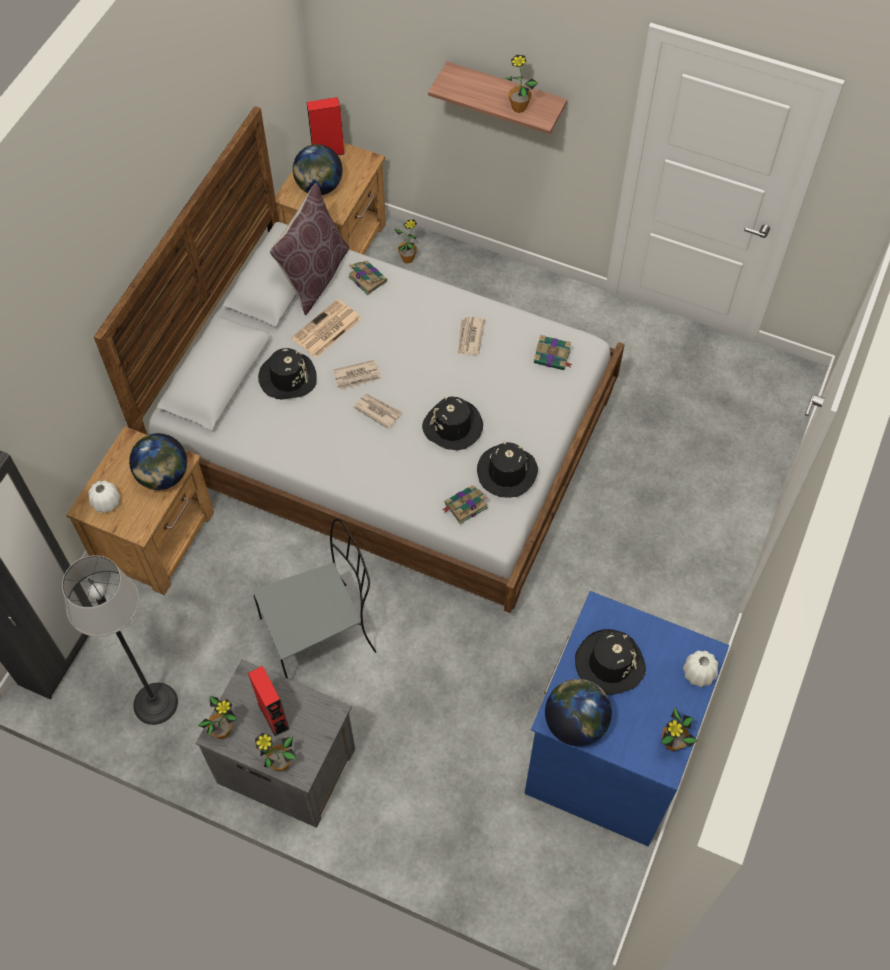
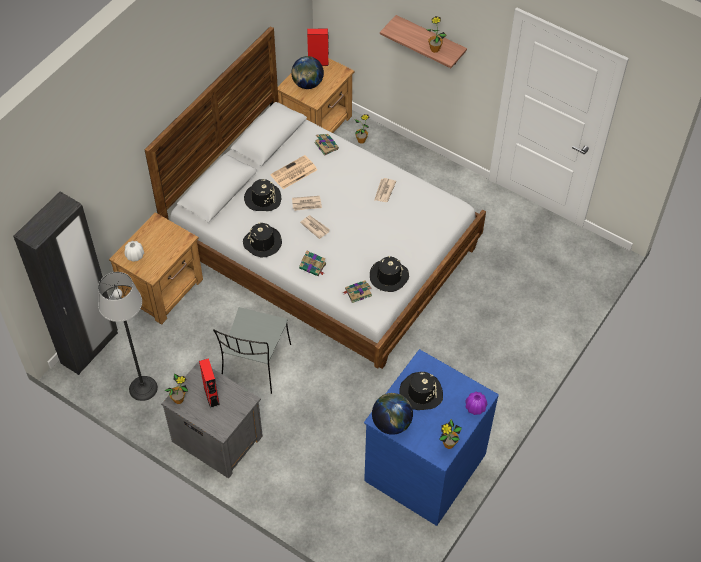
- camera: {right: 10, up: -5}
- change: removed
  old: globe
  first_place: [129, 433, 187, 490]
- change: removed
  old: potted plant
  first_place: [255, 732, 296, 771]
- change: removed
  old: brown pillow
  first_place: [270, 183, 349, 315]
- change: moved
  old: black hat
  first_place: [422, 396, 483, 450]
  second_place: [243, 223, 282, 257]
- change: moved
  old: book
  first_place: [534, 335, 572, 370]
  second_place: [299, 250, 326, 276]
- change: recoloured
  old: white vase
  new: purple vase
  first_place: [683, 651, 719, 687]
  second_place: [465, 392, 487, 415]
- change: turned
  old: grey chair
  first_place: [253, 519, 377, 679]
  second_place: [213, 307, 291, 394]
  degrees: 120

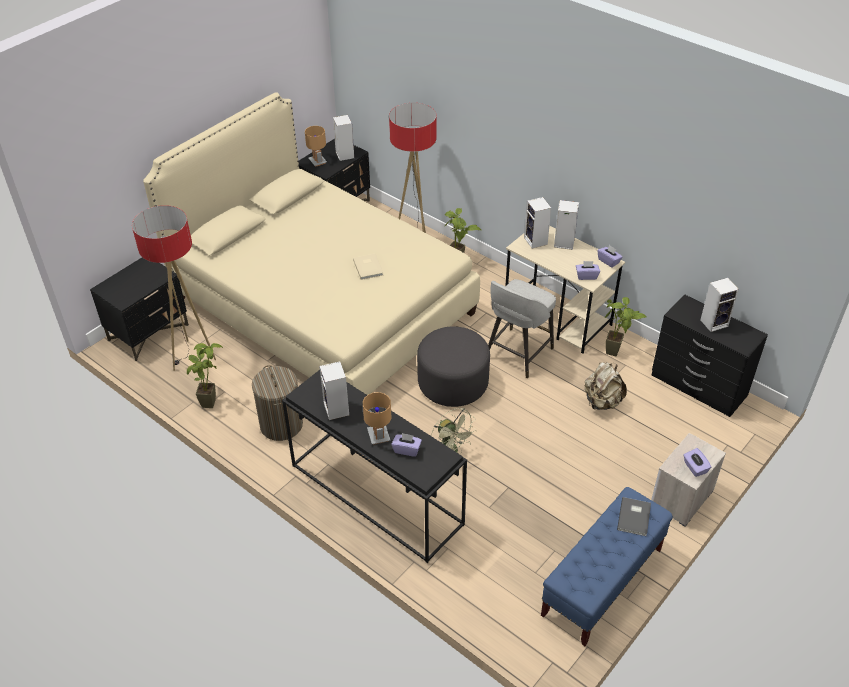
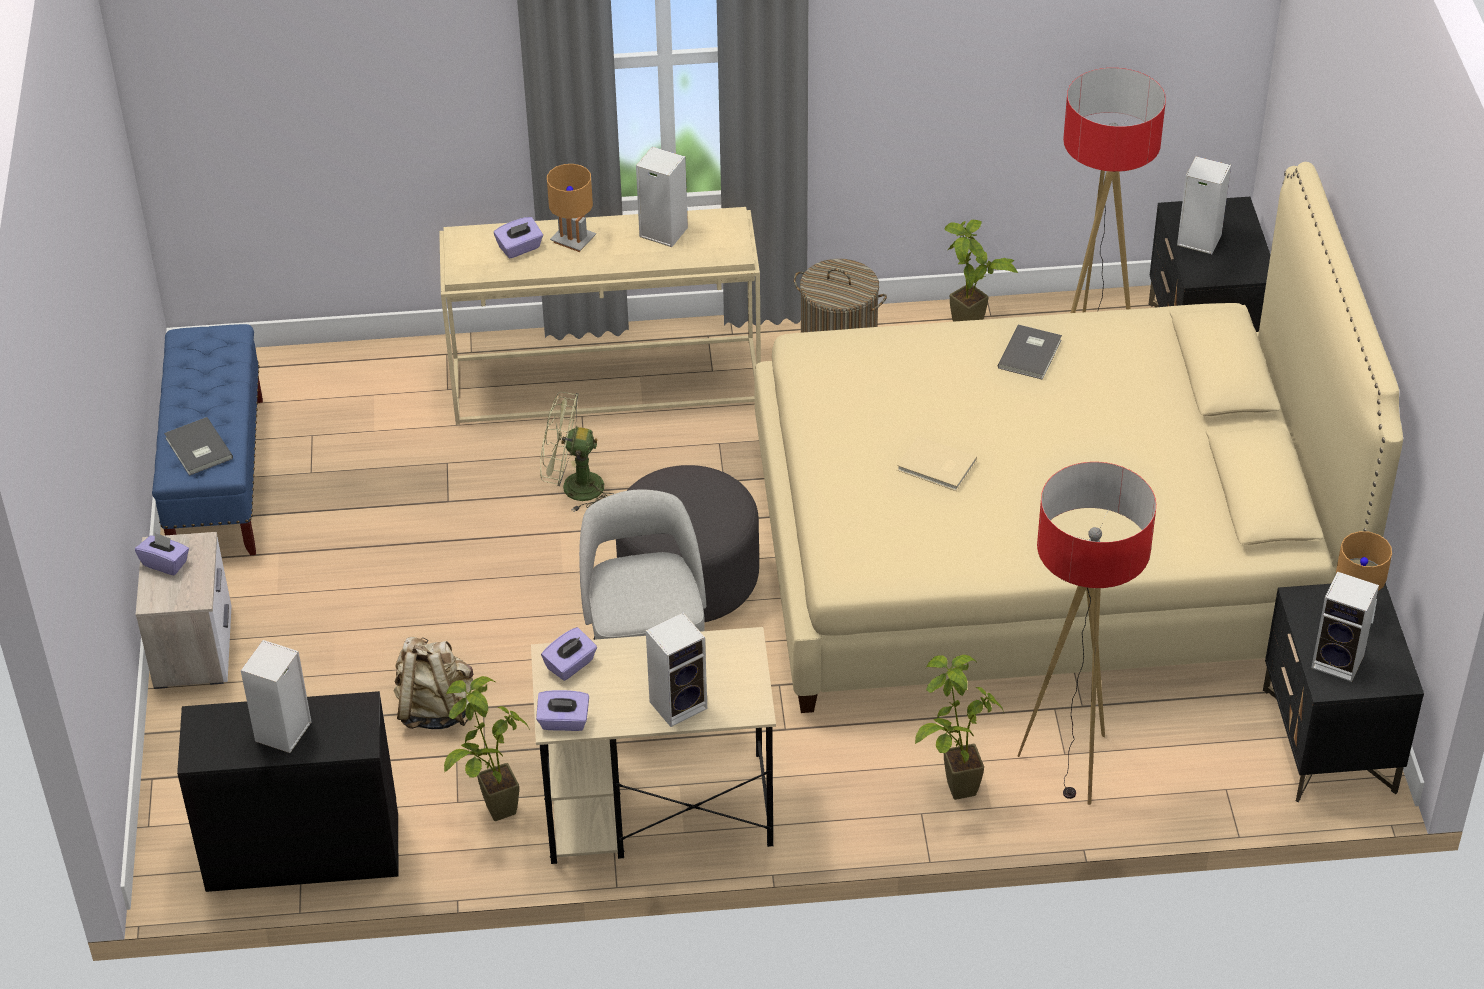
- camera: {right: 135, up: 0}
- change: added
  new: grey book
  second_place: [998, 324, 1062, 380]
- change: moved
  old: speaker
  first_place: [524, 197, 551, 249]
  second_place: [1177, 156, 1231, 254]
- change: recoloured
  old: black console table
  new: beige console table
  first_place: [282, 370, 467, 563]
  second_place: [439, 207, 761, 425]

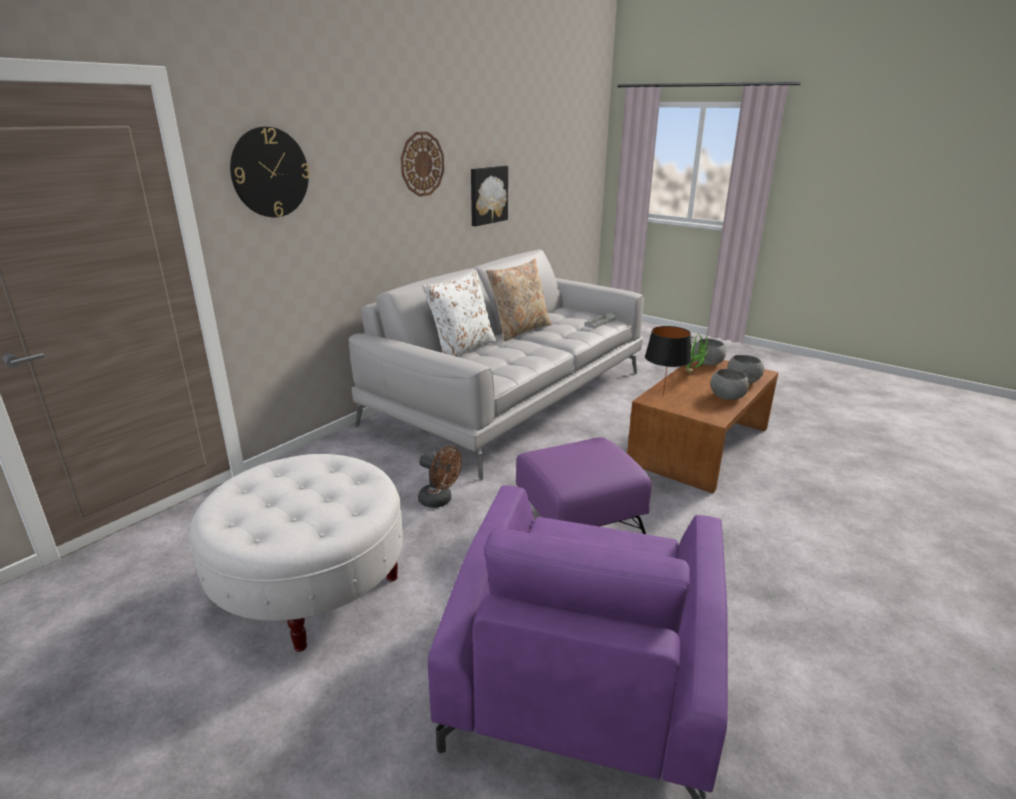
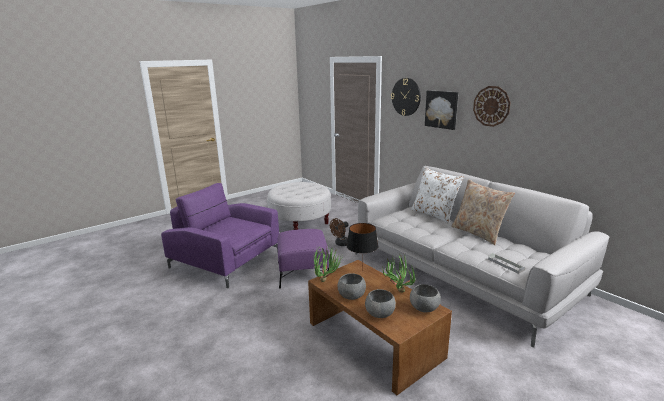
- camera: {right: 105, up: -5}
- change: added
  new: potted plant
  second_place: [313, 247, 343, 282]
- change: moved
  old: picture
  first_place: [471, 166, 508, 226]
  second_place: [425, 90, 458, 130]

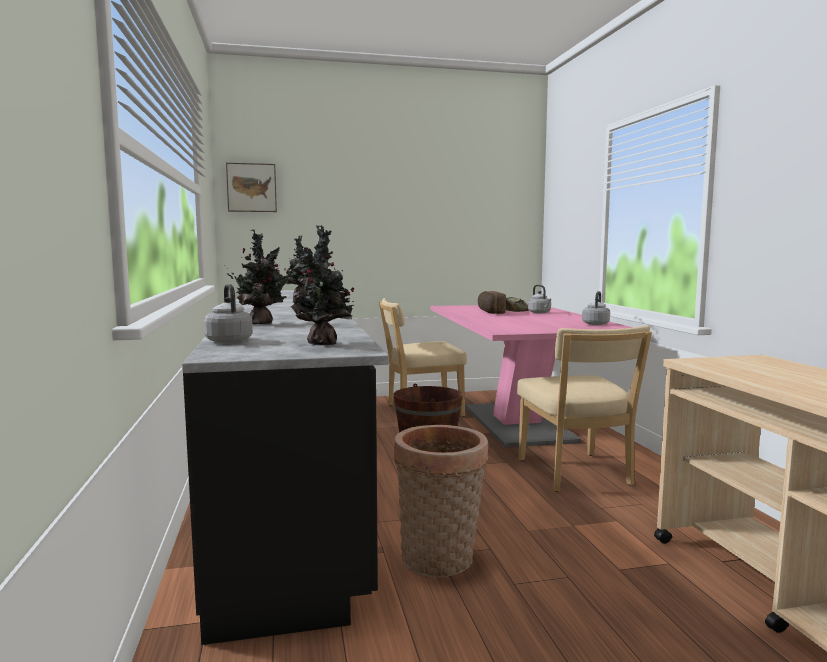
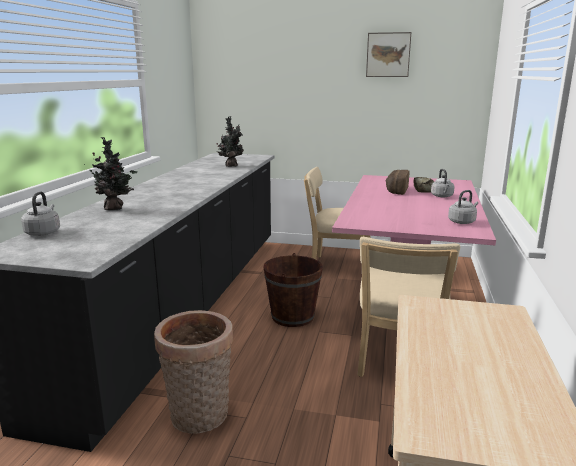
- camera: {right: 25, up: 10}
- change: removed
  old: potted plant
  first_place: [291, 225, 354, 345]
- change: moved
  old: picture
  first_place: [226, 163, 277, 212]
  second_place: [366, 32, 411, 77]

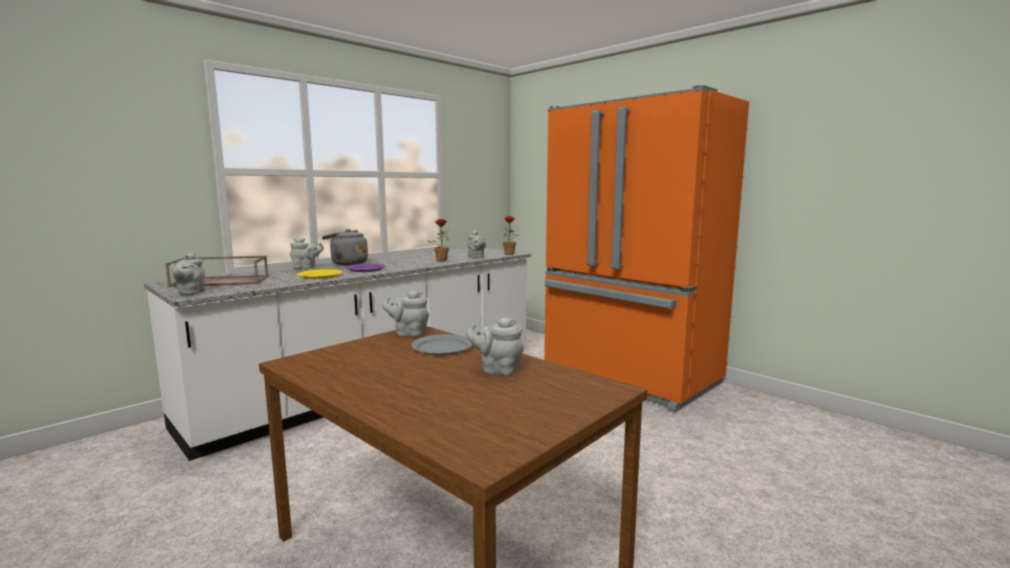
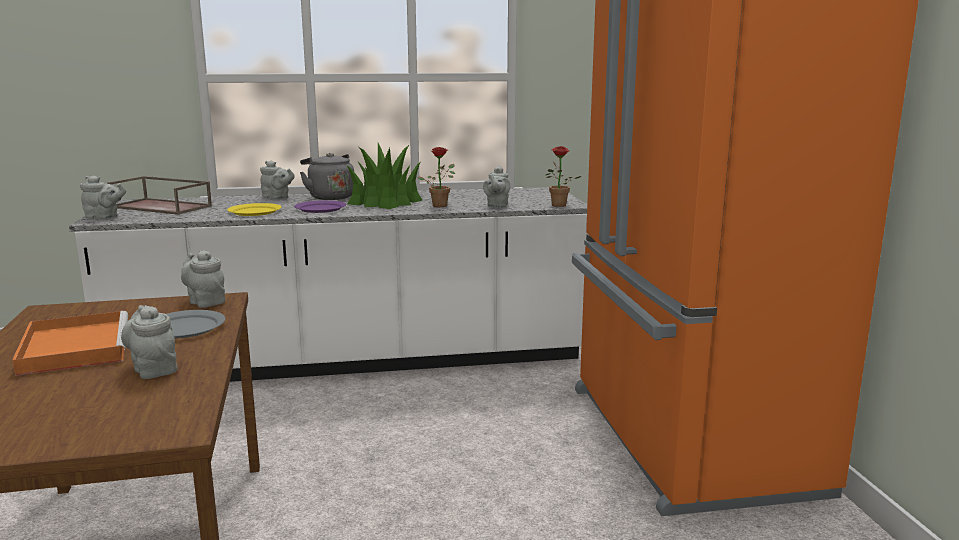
- camera: {right: 35, up: 5}
- change: added
  new: orange tray
  second_place: [12, 311, 128, 376]
- change: added
  new: potted plant
  second_place: [346, 143, 422, 209]
- change: turned
  old: grey teapot
  first_place: [171, 253, 205, 295]
  second_place: [80, 175, 126, 219]
  degrees: -120

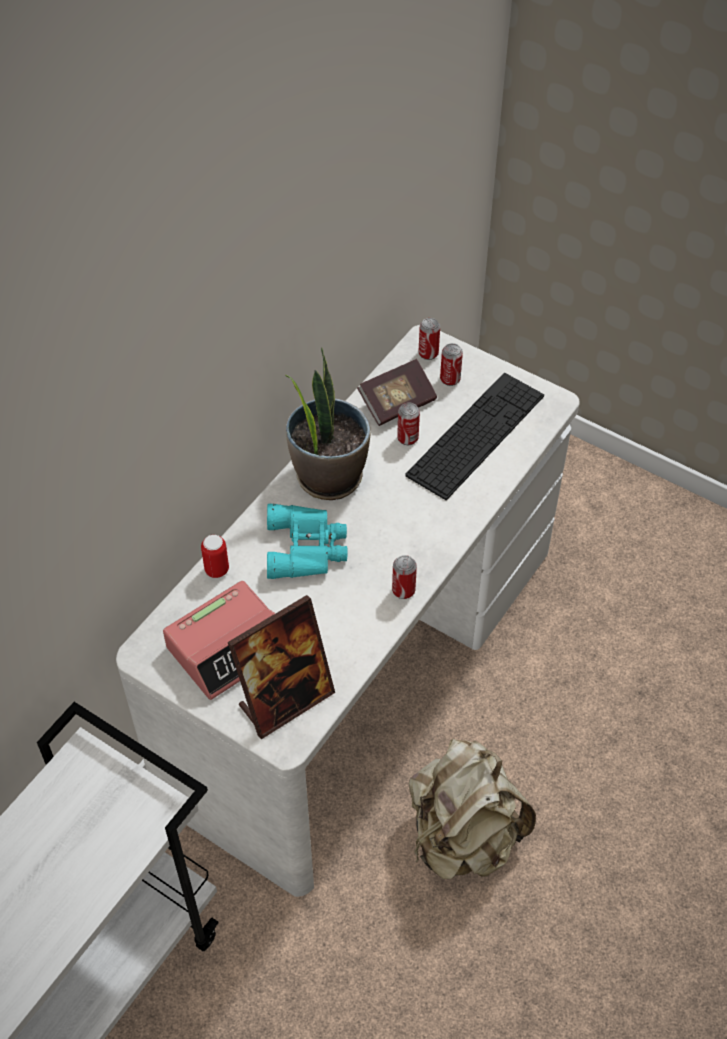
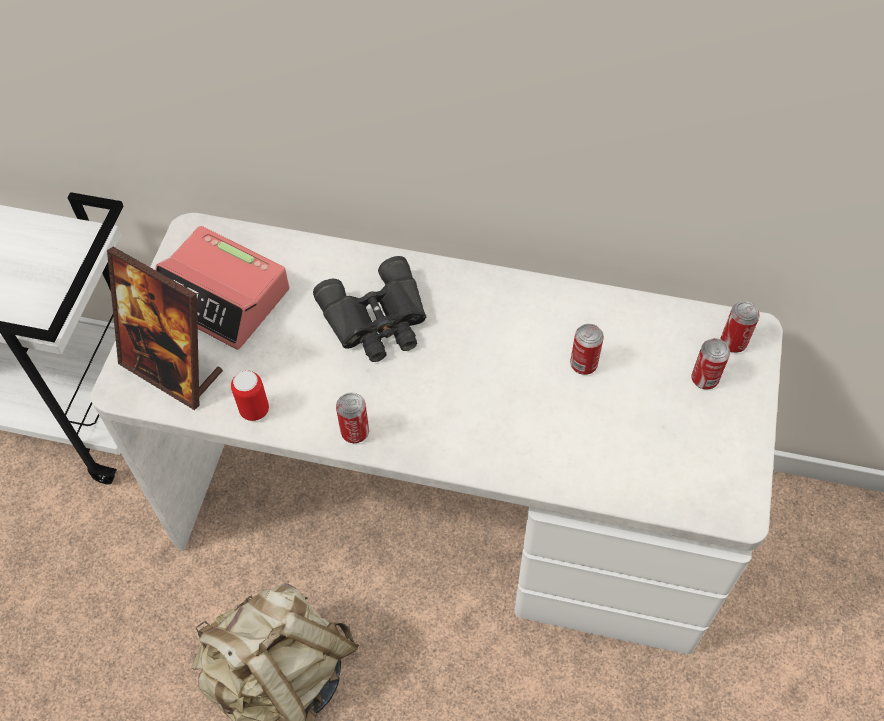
- camera: {right: 70, up: 5}
- change: removed
  old: potted plant
  first_place: [286, 347, 371, 500]
- change: removed
  old: book
  first_place: [357, 359, 437, 426]
- change: removed
  old: keyboard
  first_place: [405, 373, 544, 500]
- change: moved
  old: can
  first_place: [201, 535, 229, 578]
  second_place: [231, 370, 269, 421]
- change: recoloured
  old: turquoise binoculars
  new: black binoculars
  first_place: [267, 504, 348, 579]
  second_place: [313, 256, 426, 362]

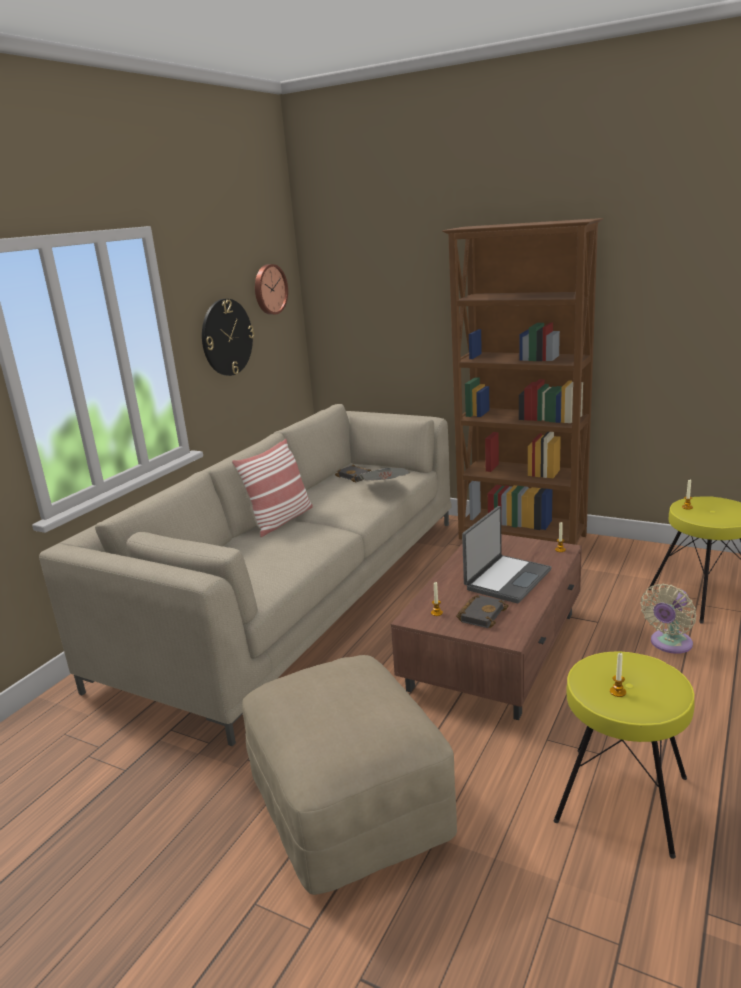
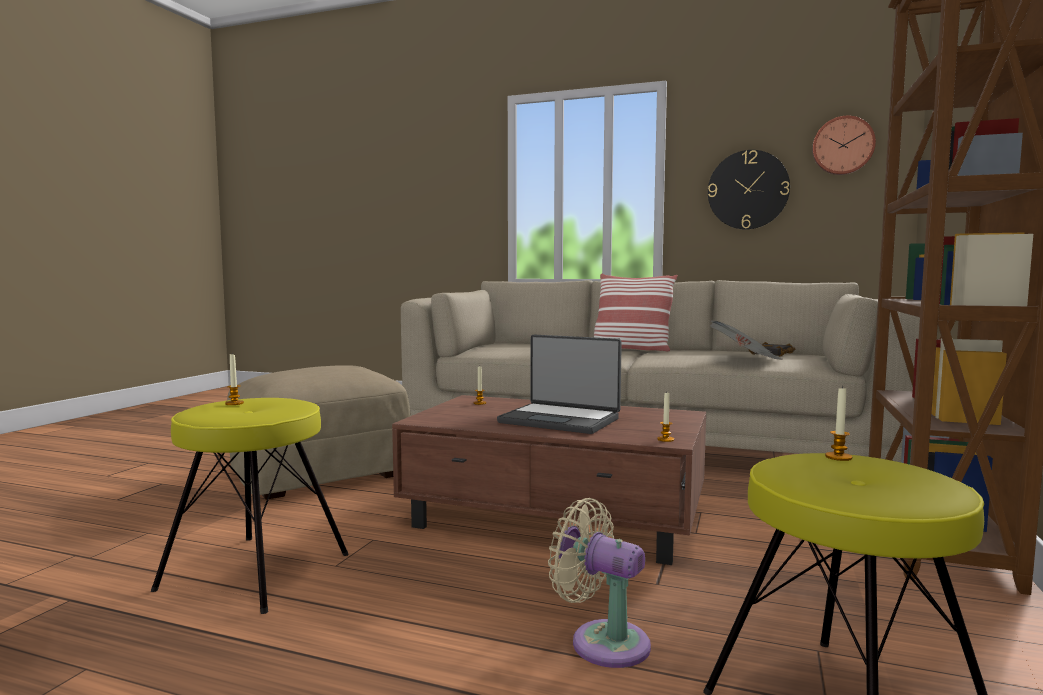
- camera: {right: 80, up: -15}
- change: removed
  old: black book
  first_place: [456, 595, 509, 628]

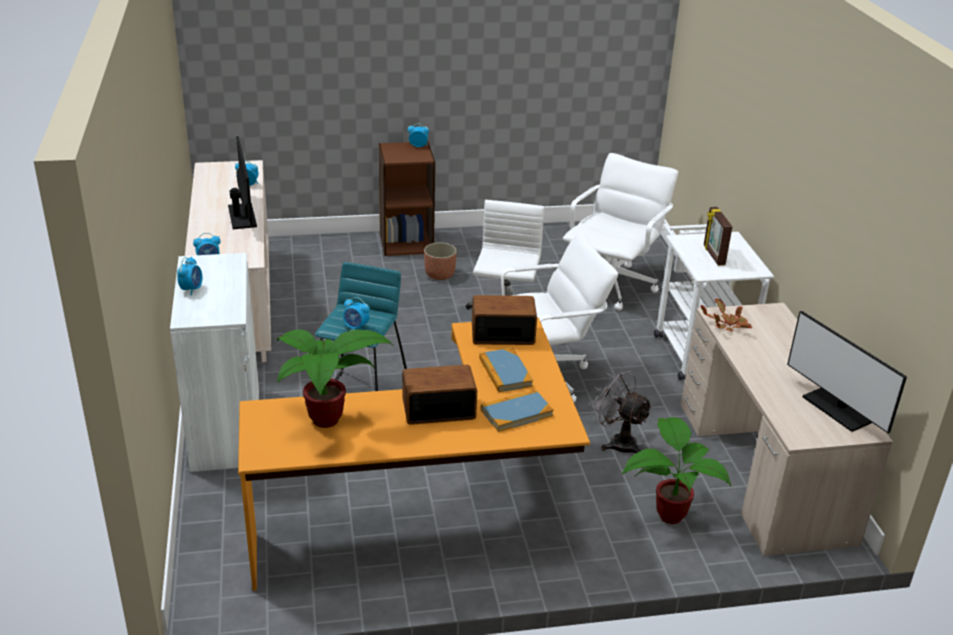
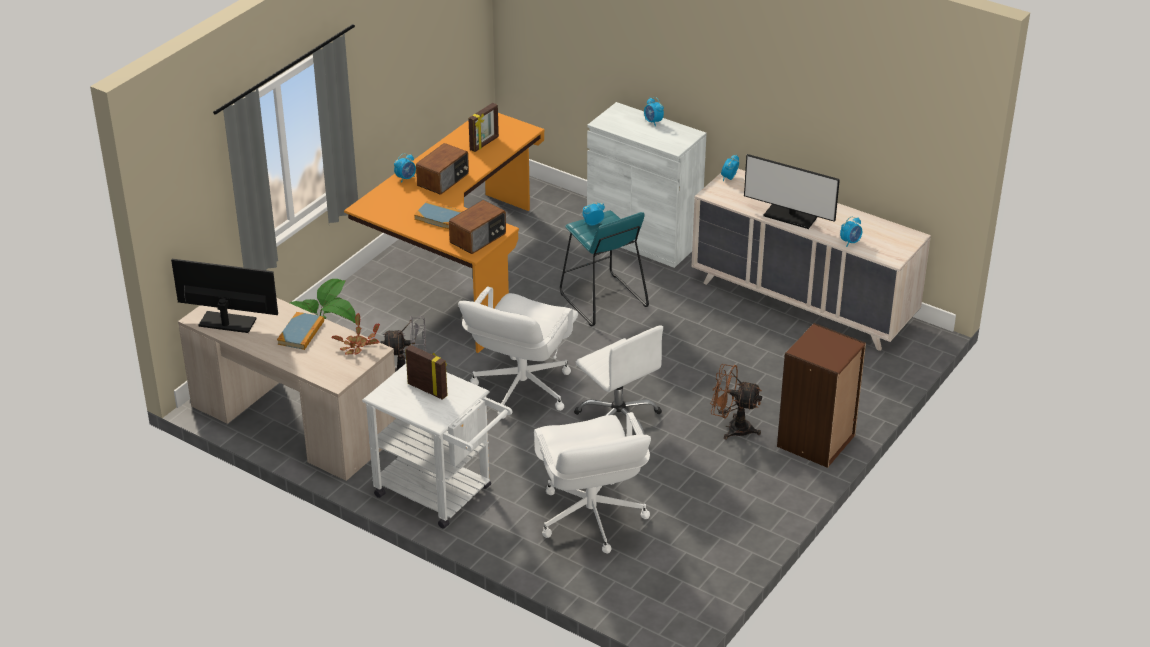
- camera: {right: 135, up: 5}
- change: moved
  old: alarm clock
  first_place: [408, 123, 429, 147]
  second_place: [394, 154, 416, 183]
- change: moved
  old: book
  first_place: [481, 389, 554, 432]
  second_place: [277, 312, 324, 350]
- change: replaced
  old: potted plant
  new: picture frame
  first_place: [277, 329, 393, 428]
  second_place: [468, 103, 499, 152]
- change: replaced
  old: planter
  new: brown fan
  first_place: [424, 242, 457, 280]
  second_place: [710, 364, 762, 440]

